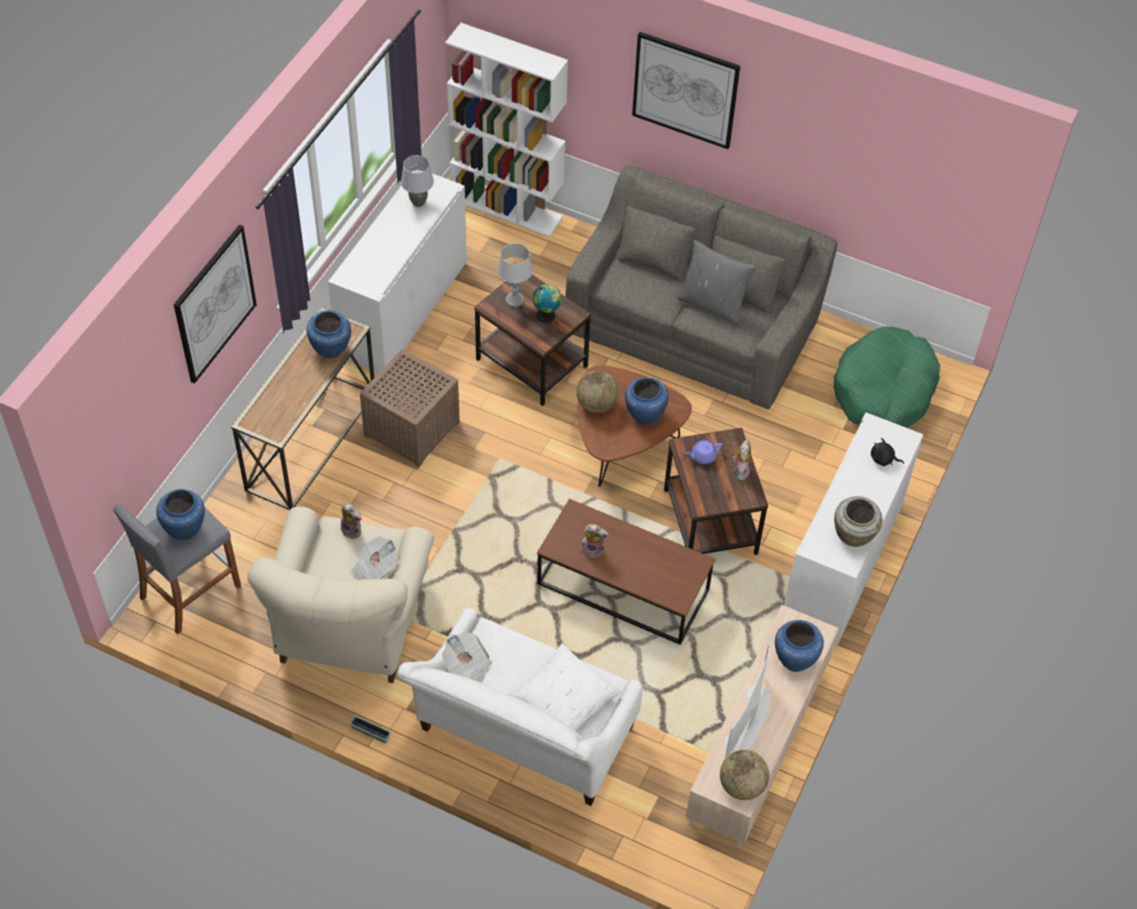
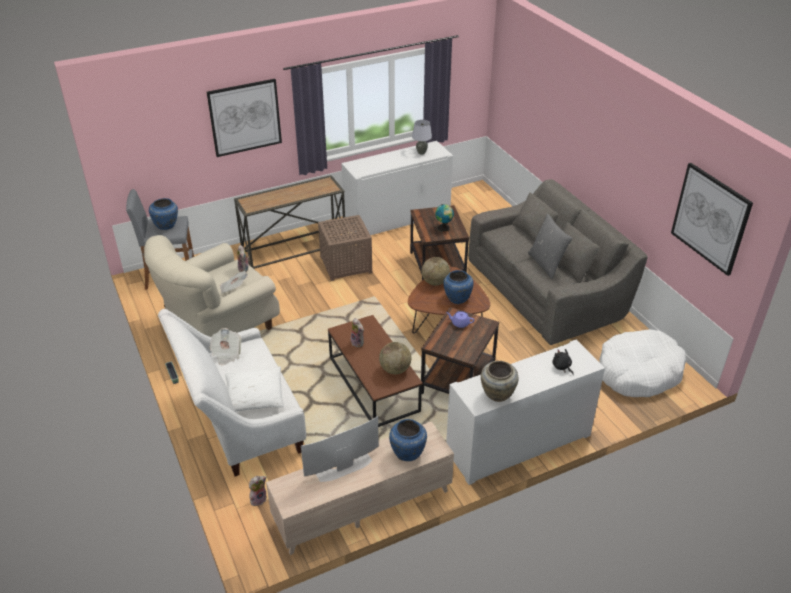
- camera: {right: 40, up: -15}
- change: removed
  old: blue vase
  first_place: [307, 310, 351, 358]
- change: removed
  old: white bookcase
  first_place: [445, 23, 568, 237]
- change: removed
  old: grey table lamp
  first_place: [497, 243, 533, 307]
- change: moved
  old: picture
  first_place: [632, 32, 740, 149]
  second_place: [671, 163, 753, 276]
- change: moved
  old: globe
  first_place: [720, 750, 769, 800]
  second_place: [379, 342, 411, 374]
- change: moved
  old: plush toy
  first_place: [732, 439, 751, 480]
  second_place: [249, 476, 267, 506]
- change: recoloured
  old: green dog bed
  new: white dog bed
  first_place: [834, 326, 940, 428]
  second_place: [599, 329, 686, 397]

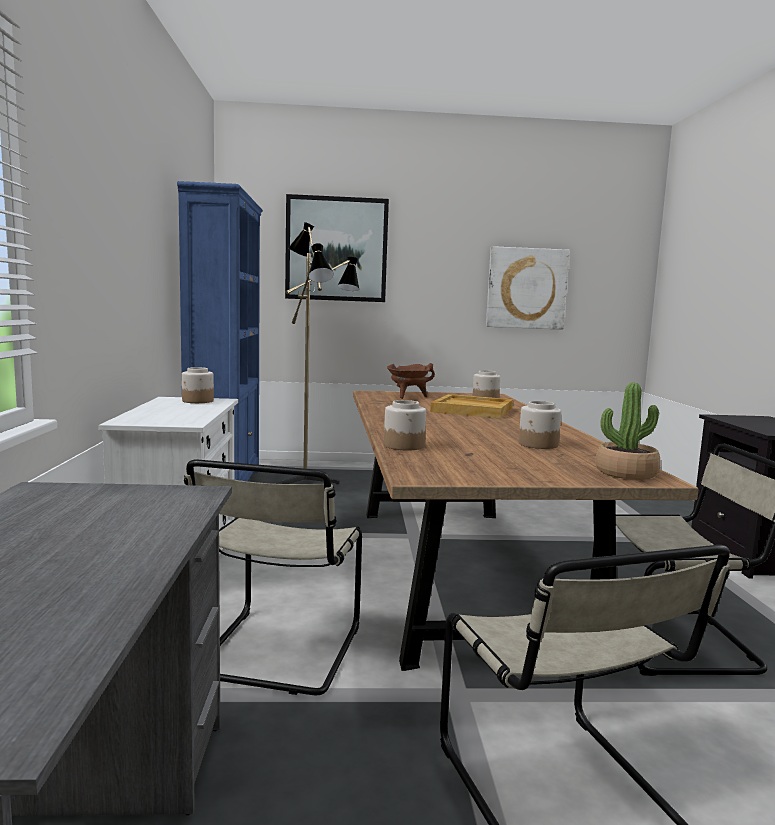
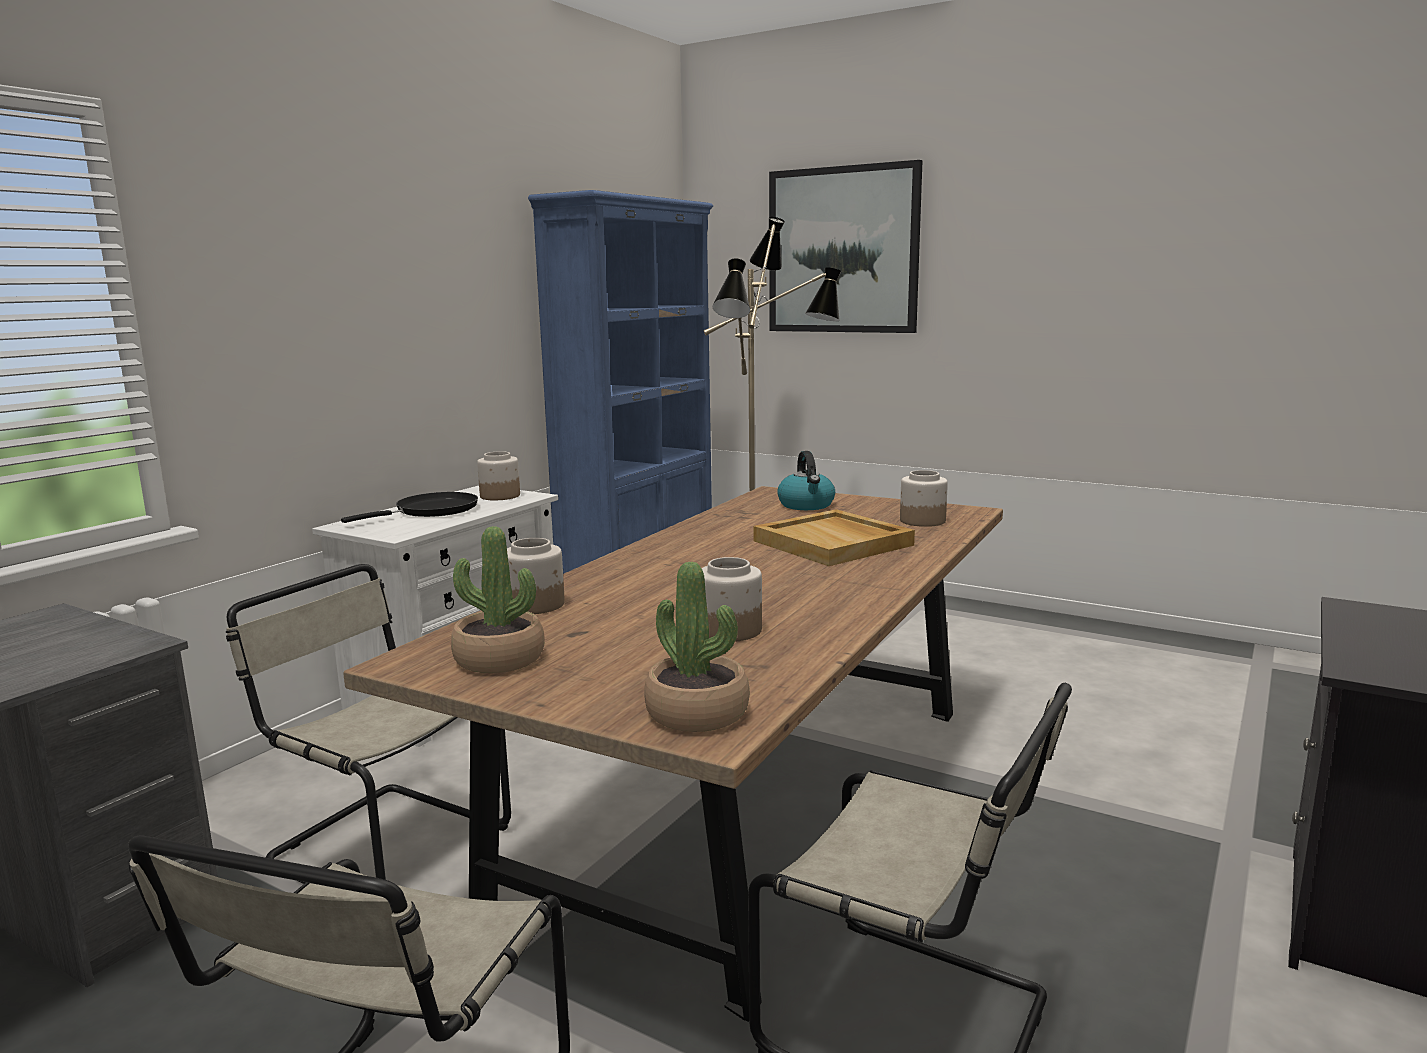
- camera: {right: 35, up: 5}
- change: removed
  old: picture
  first_place: [486, 246, 570, 330]
- change: added
  new: black frying pan
  second_place: [341, 492, 478, 523]
- change: added
  new: potted plant
  second_place: [451, 526, 545, 673]
- change: replaced
  old: brown cooking pot
  new: kettle
  first_place: [387, 363, 435, 399]
  second_place: [777, 451, 835, 510]
- change: turned
  old: beige chair
  first_place: [184, 460, 362, 695]
  second_place: [226, 564, 511, 884]
  degrees: 75

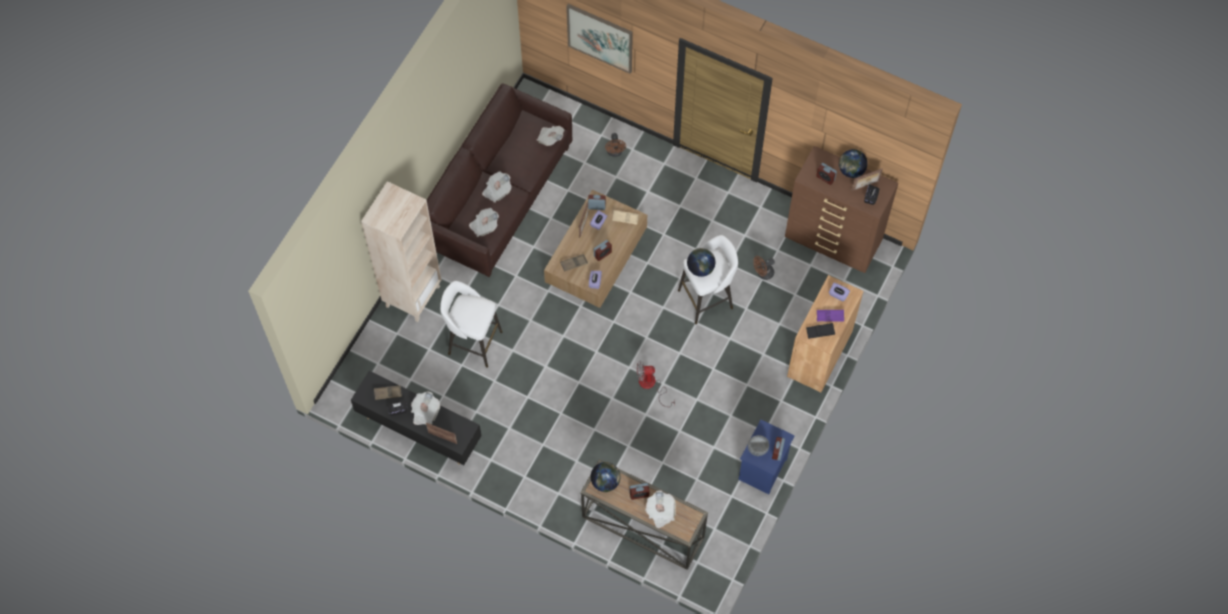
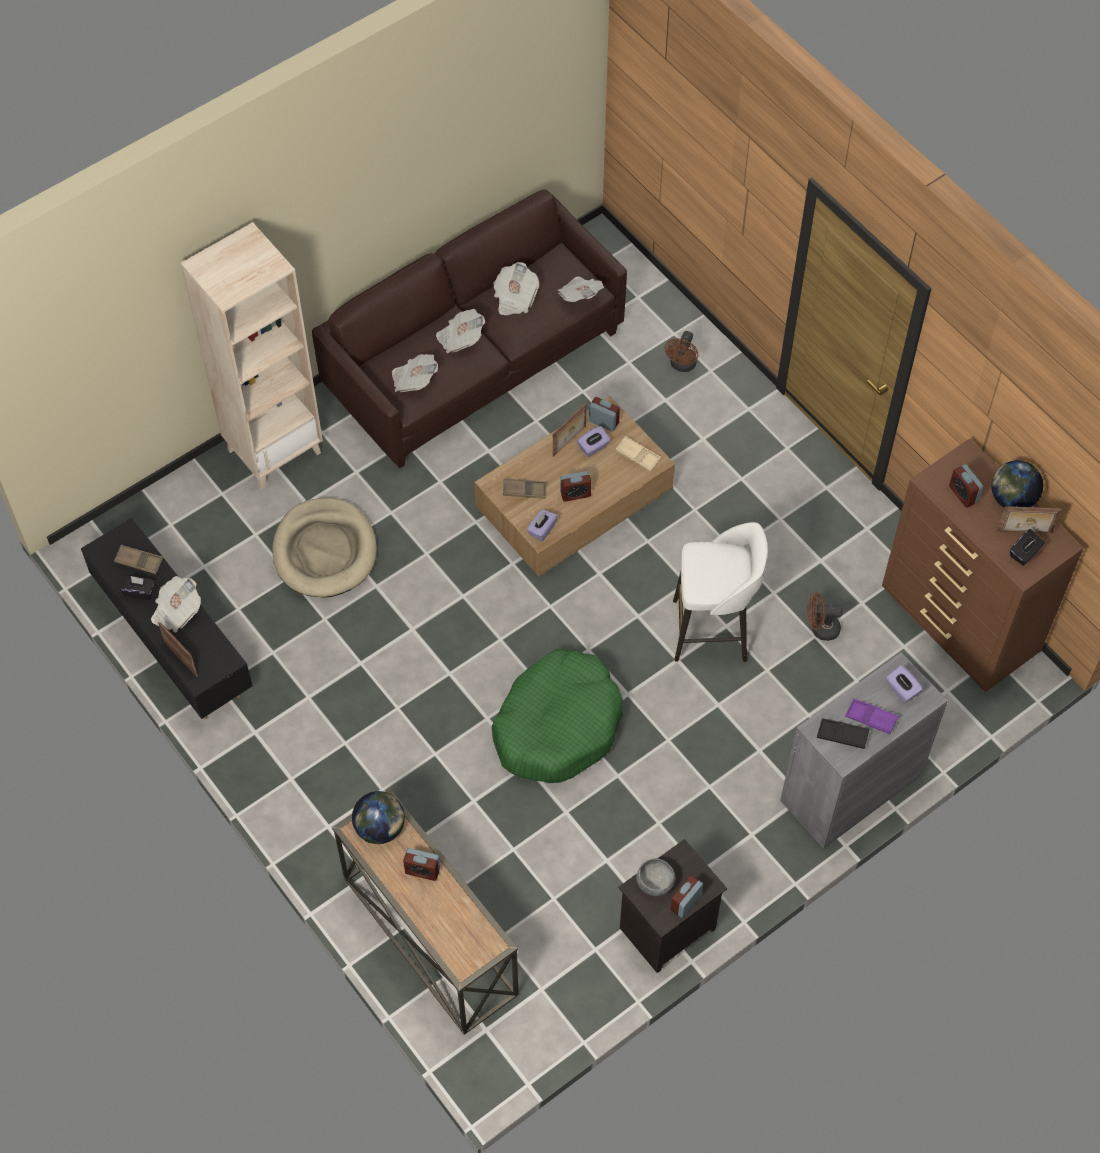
- camera: {right: 25, up: -5}
- change: removed
  old: picture
  first_place: [566, 4, 633, 74]
- change: removed
  old: globe
  first_place: [687, 248, 715, 277]
- change: moved
  old: newspaper
  first_place: [645, 490, 676, 528]
  second_place: [493, 262, 539, 315]
- change: replaced
  old: white stool
  new: beige dog bed
  first_place: [440, 281, 503, 368]
  second_place: [272, 498, 377, 597]
- change: replaced
  old: fan
  new: green dog bed
  first_place: [637, 360, 675, 407]
  second_place: [492, 649, 623, 783]
- change: recoloured
  old: blue nightstand
  new: black nightstand
  first_place: [738, 420, 795, 494]
  second_place: [619, 839, 727, 973]
- change: recoloured
  old: brown cabinet
  new: grey cabinet
  first_place: [787, 275, 864, 392]
  second_place: [780, 652, 948, 849]

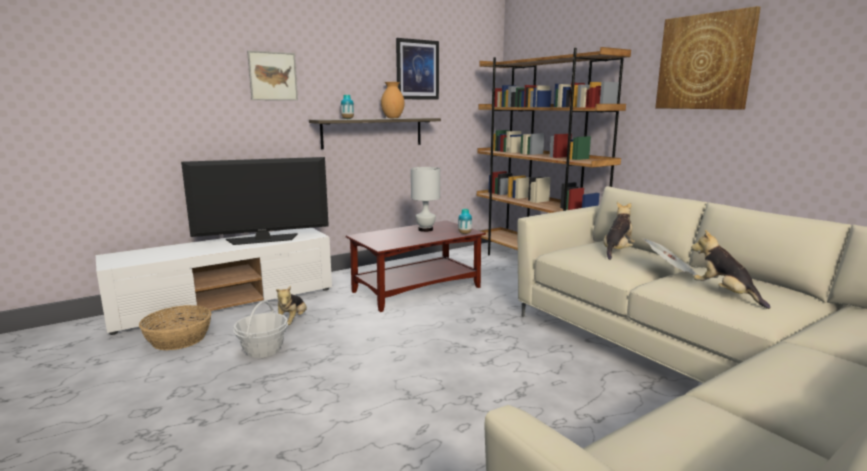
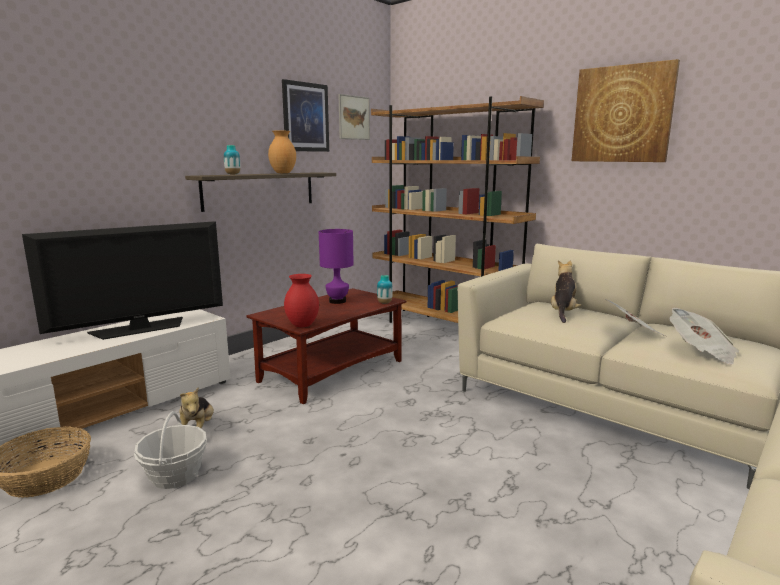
- camera: {right: -15, up: 0}
- change: added
  new: red vase
  second_place: [284, 274, 319, 327]
- change: moved
  old: picture
  first_place: [247, 51, 298, 101]
  second_place: [338, 94, 370, 140]
- change: replaced
  old: plush toy
  new: newspaper
  first_place: [691, 230, 771, 309]
  second_place: [669, 308, 739, 365]
- change: recoloured
  old: white table lamp
  new: purple table lamp
  first_place: [411, 167, 440, 232]
  second_place: [319, 229, 353, 304]

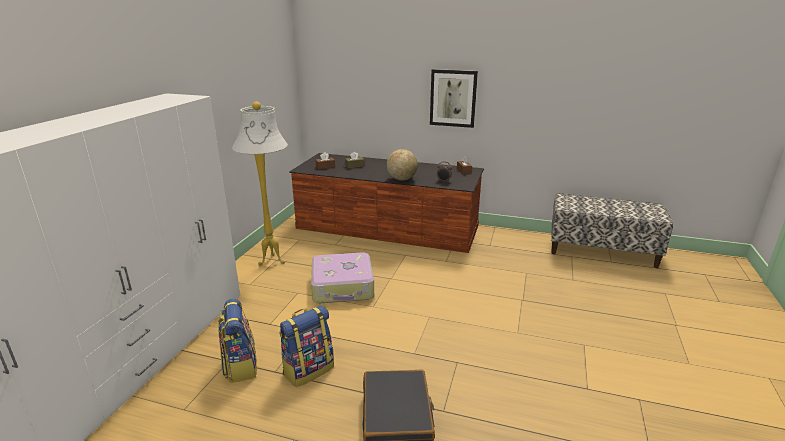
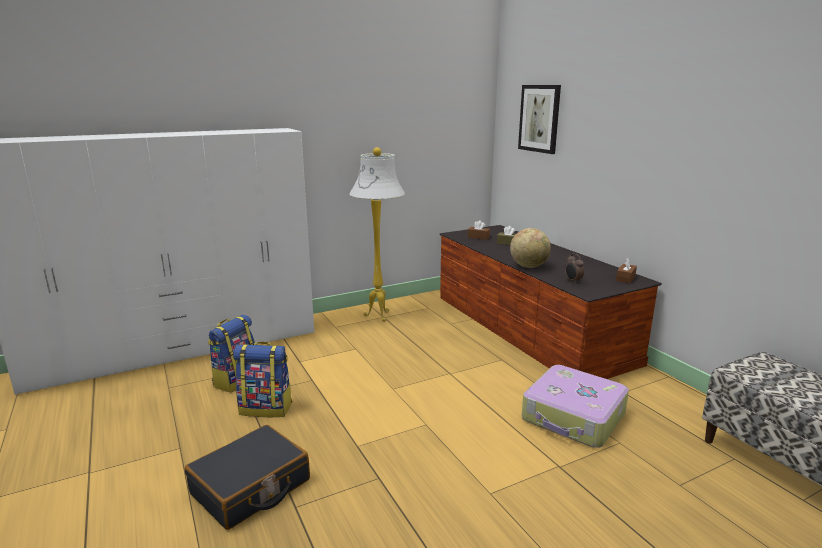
- camera: {right: 45, up: -5}
- change: moved
  old: suitcase
  first_place: [311, 252, 374, 303]
  second_place: [522, 365, 629, 448]
- change: moved
  old: picture
  first_place: [430, 69, 478, 128]
  second_place: [518, 85, 561, 154]

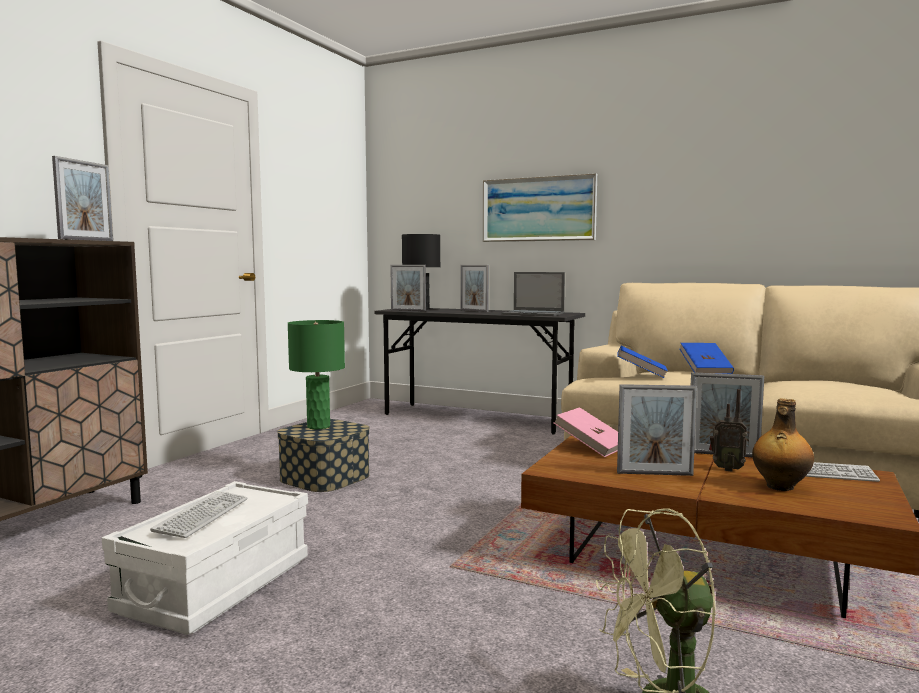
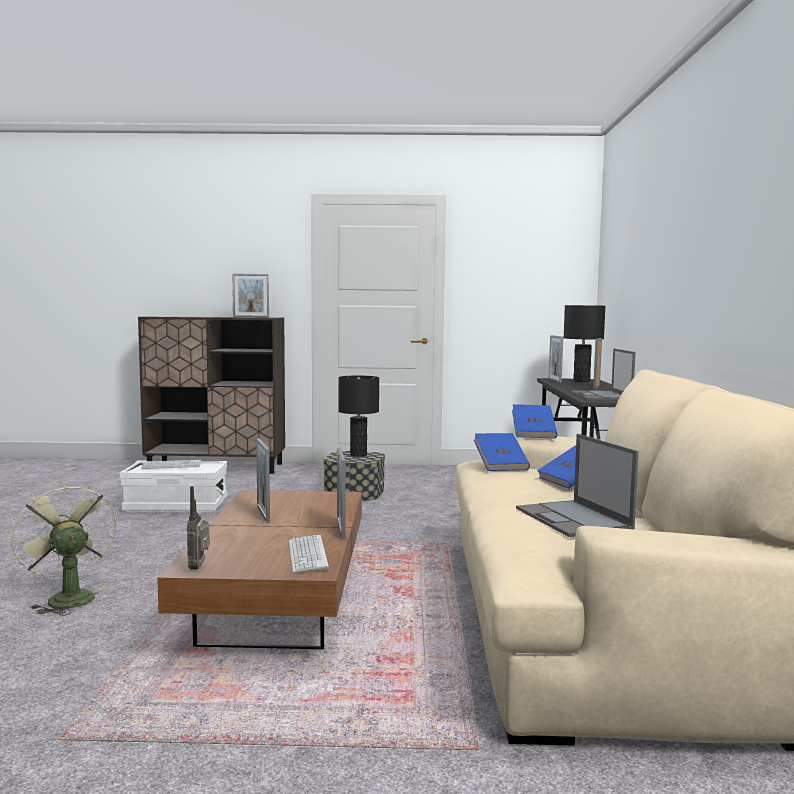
- camera: {right: 65, up: 0}
- change: removed
  old: picture
  first_place: [483, 173, 597, 242]
- change: removed
  old: pink book
  first_place: [553, 407, 618, 457]
- change: removed
  old: bottle
  first_place: [752, 398, 814, 491]
- change: added
  new: blue book
  second_place: [512, 404, 557, 438]
- change: added
  new: laptop
  second_place: [516, 434, 639, 537]
- change: moved
  old: radio
  first_place: [709, 389, 747, 471]
  second_place: [187, 486, 210, 570]
- change: recoloured
  old: green table lamp
  new: black table lamp
  first_place: [288, 320, 345, 429]
  second_place: [338, 375, 379, 457]

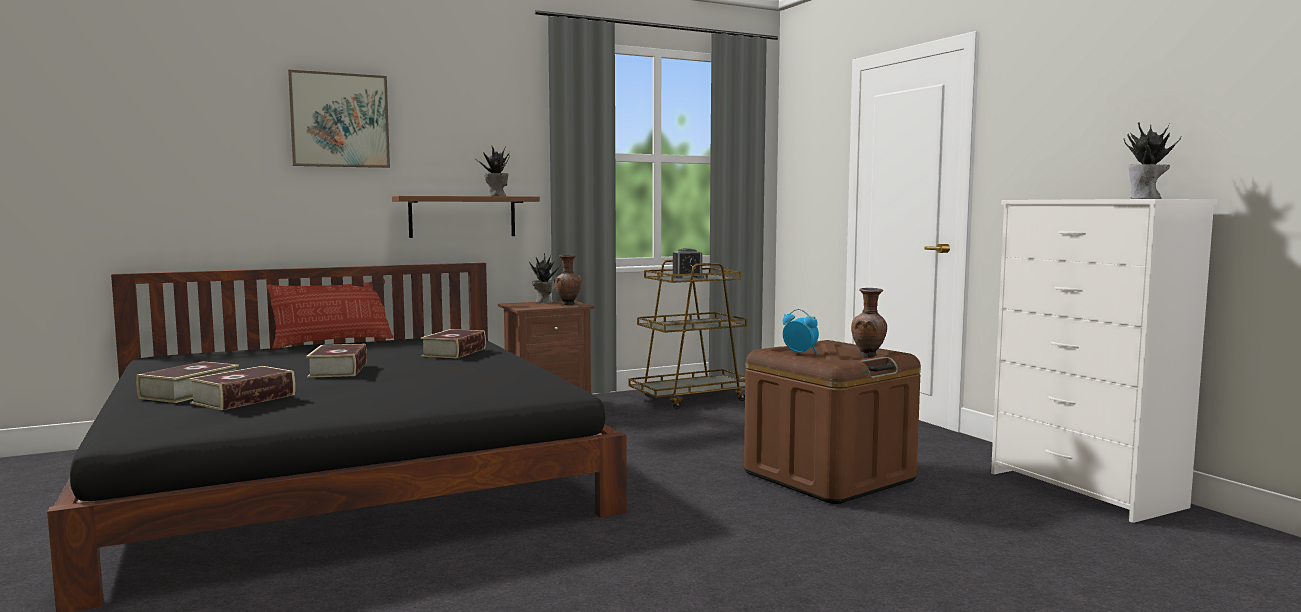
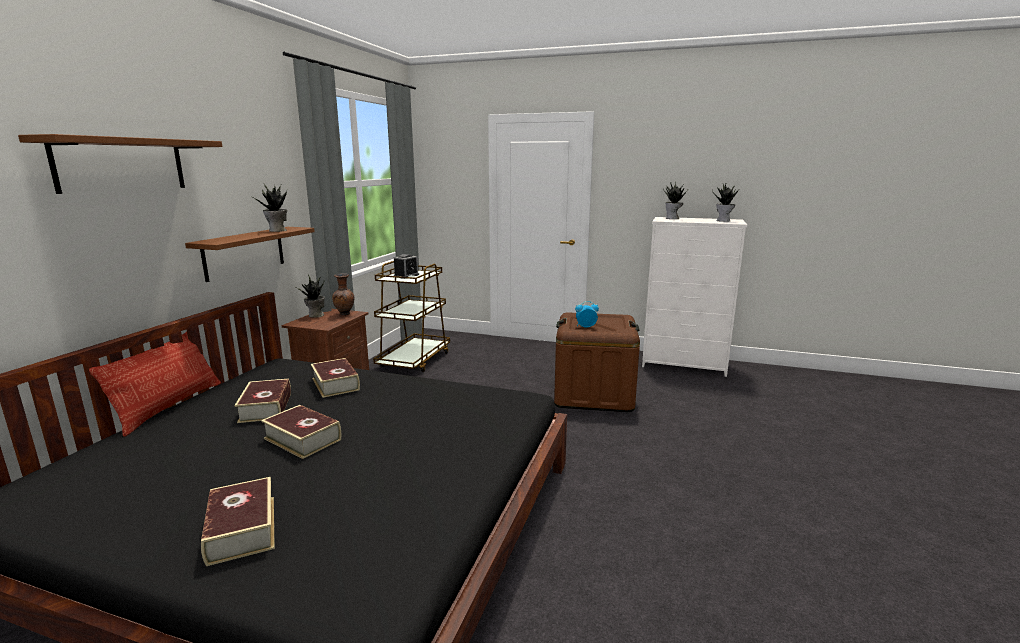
- camera: {right: -45, up: 10}
- change: removed
  old: brown vase
  first_place: [851, 288, 887, 357]
- change: added
  new: potted plant
  second_place: [663, 182, 688, 219]
- change: moved
  old: book
  first_place: [189, 366, 295, 410]
  second_place: [234, 379, 291, 423]
- change: replaced
  old: picture
  new: brown shelf
  first_place: [288, 70, 390, 168]
  second_place: [18, 134, 222, 194]

